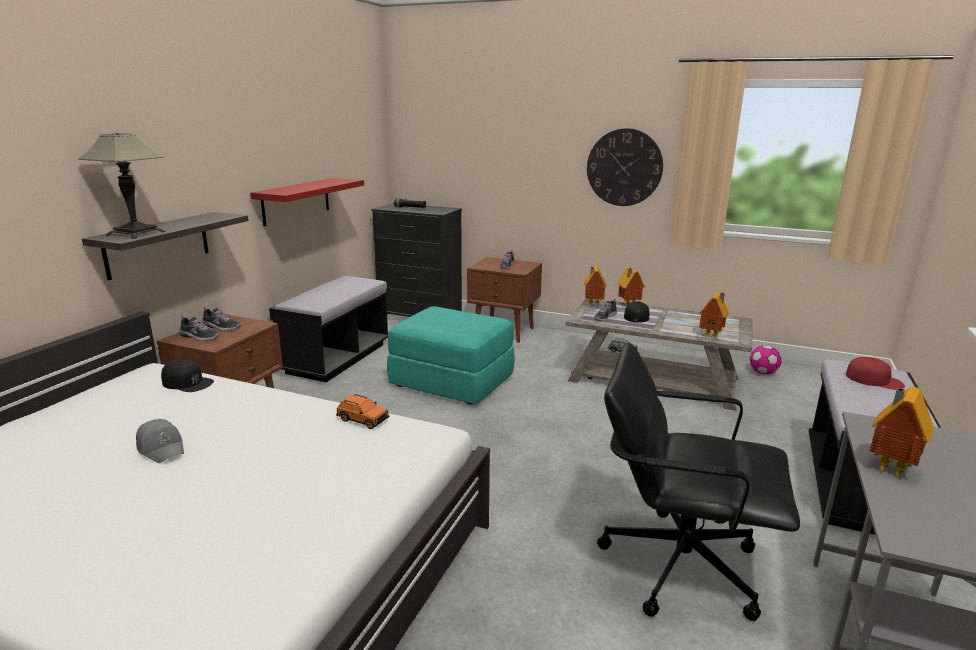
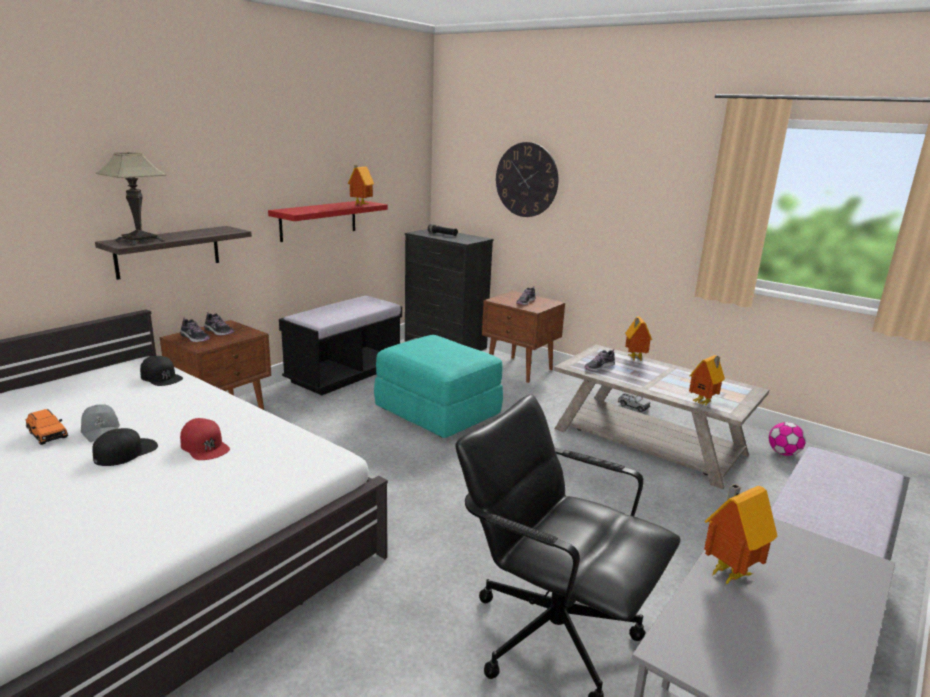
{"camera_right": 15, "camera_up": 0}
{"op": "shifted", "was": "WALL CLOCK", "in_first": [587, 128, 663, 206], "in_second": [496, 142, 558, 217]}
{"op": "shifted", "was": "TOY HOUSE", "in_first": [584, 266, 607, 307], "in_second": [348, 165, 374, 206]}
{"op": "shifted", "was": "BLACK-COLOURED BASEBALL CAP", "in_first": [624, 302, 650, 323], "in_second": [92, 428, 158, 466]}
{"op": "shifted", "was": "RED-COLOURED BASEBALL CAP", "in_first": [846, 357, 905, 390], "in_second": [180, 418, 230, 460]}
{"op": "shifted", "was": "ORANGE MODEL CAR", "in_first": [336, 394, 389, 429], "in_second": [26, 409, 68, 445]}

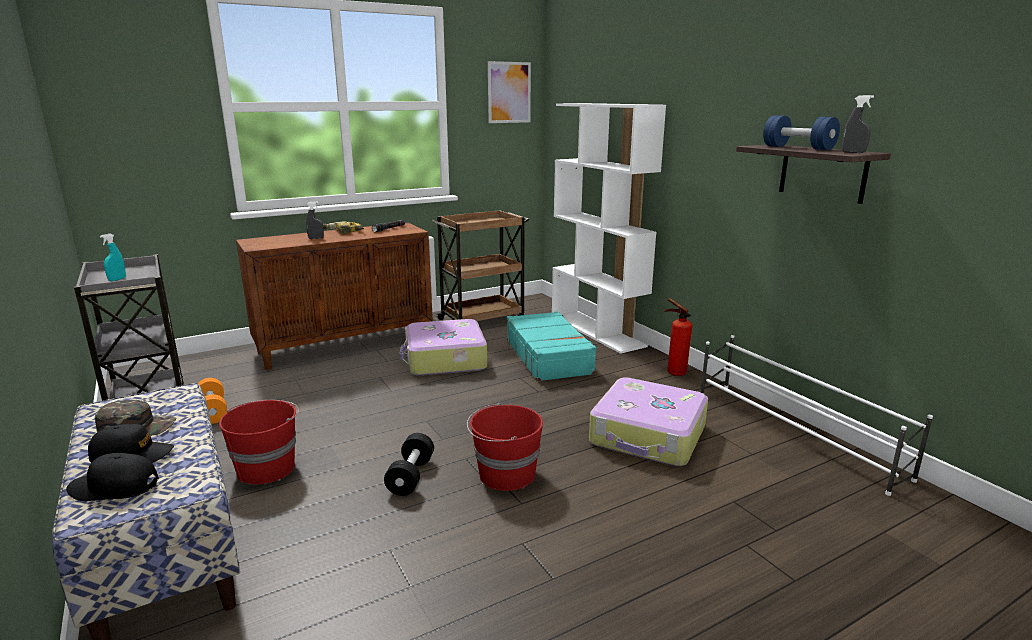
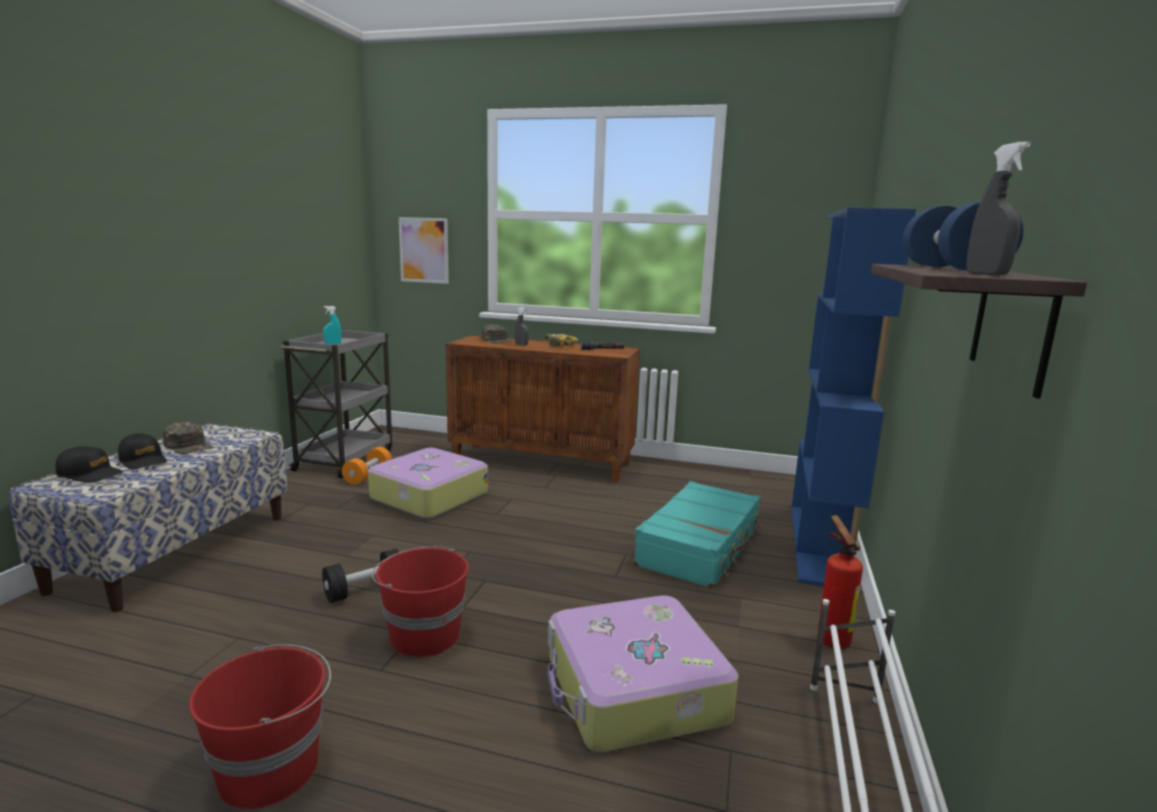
{"camera_right": 45, "camera_up": -5}
{"op": "shifted", "was": "WALL ART", "in_first": [488, 61, 531, 123], "in_second": [399, 217, 449, 284]}
{"op": "repainted", "was": "WHITISH BOOKSHELF", "now": "BLUE-COLOURED BOOKSHELF", "in_first": [552, 103, 666, 354], "in_second": [792, 208, 916, 586]}
{"op": "gone", "was": "BROWN TROLLEY", "in_first": [432, 210, 529, 321]}
{"op": "shifted", "was": "SUITCASE", "in_first": [399, 319, 487, 376], "in_second": [368, 448, 488, 519]}
{"op": "shifted", "was": "RED-COLOURED BUCKET", "in_first": [219, 400, 299, 484], "in_second": [189, 644, 331, 809]}
{"op": "rotated", "was": "BLACK-COLOURED BASEBALL CAP", "in_first": [66, 453, 159, 501], "in_second": [55, 446, 124, 483], "clockwise": 150}
{"op": "new", "now": "GREENISH BASEBALL CAP", "in_second": [481, 324, 512, 344]}

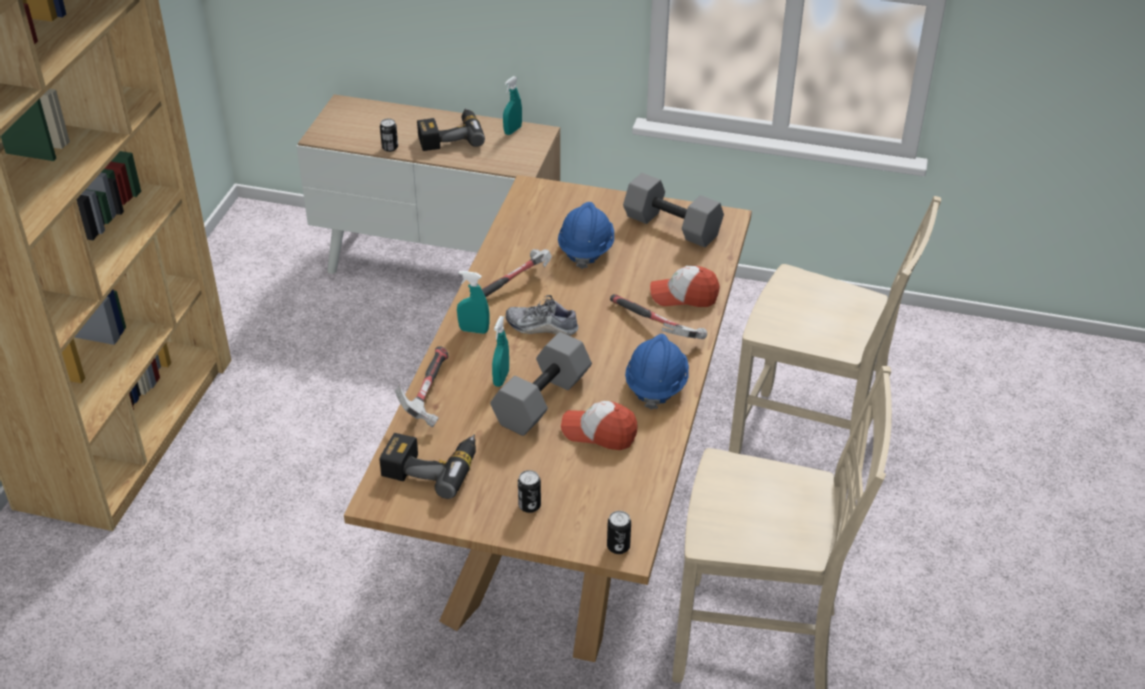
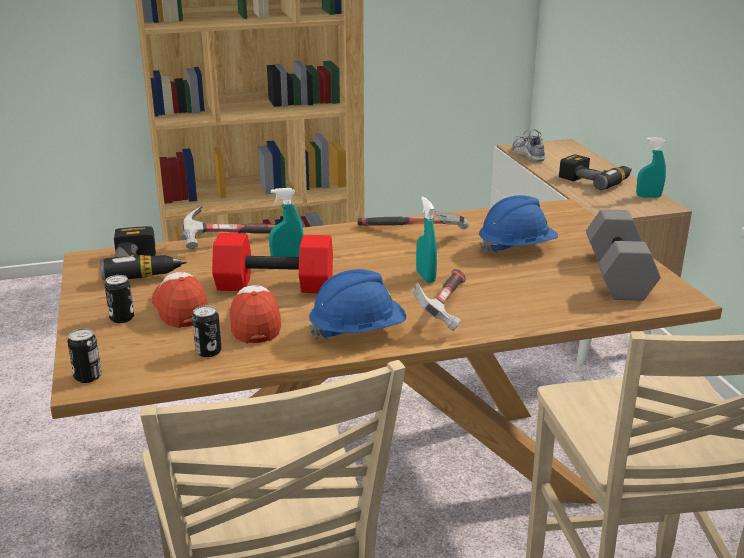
{"camera_right": 60, "camera_up": -15}
{"op": "shifted", "was": "METAL CAN", "in_first": [380, 119, 398, 152], "in_second": [192, 305, 222, 357]}
{"op": "shifted", "was": "BASEBALL CAP", "in_first": [650, 265, 719, 307], "in_second": [152, 272, 208, 328]}
{"op": "shifted", "was": "TURQUOISE SPRAY BOTTLE", "in_first": [457, 271, 490, 334], "in_second": [416, 197, 437, 283]}
{"op": "shifted", "was": "LOW SHOE", "in_first": [506, 295, 578, 336], "in_second": [513, 129, 545, 162]}
{"op": "repainted", "was": "GRAY DUMBBELL", "now": "RED-COLOURED DUMBBELL", "in_first": [490, 332, 592, 436], "in_second": [212, 233, 333, 293]}

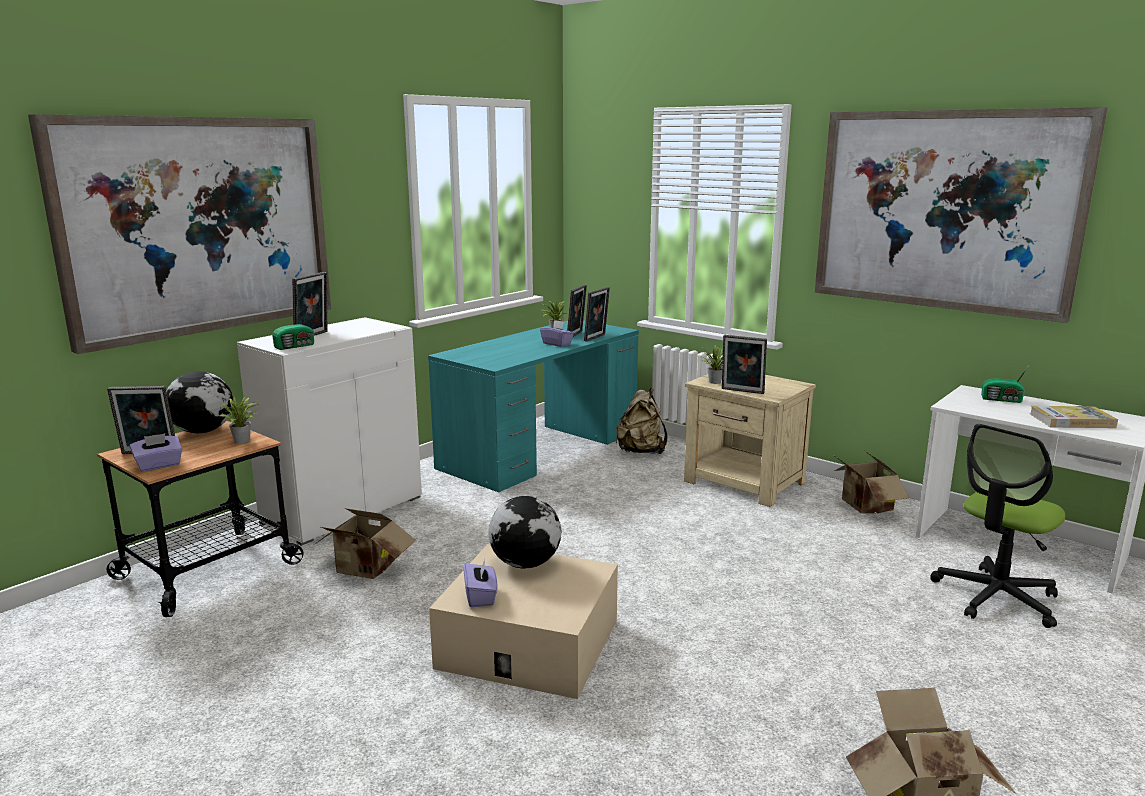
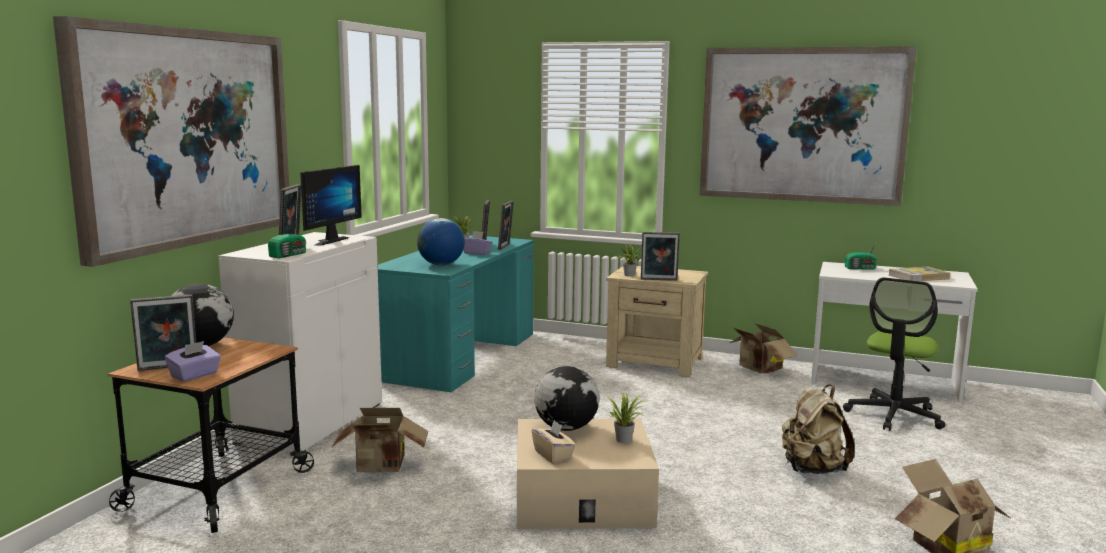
{"camera_right": -20, "camera_up": -5}
{"op": "shifted", "was": "BEIGE-COLOURED RUCKSACK", "in_first": [616, 388, 668, 454], "in_second": [782, 385, 855, 474]}
{"op": "shifted", "was": "HOUSEPLANT", "in_first": [220, 396, 259, 444], "in_second": [607, 394, 644, 443]}
{"op": "repainted", "was": "PURPLE-COLOURED TISSUE BOX", "now": "BEIGE-COLOURED TISSUE BOX", "in_first": [463, 559, 498, 607], "in_second": [532, 420, 576, 463]}
{"op": "new", "now": "MONITOR", "in_second": [300, 165, 362, 246]}
{"op": "new", "now": "GLOBE", "in_second": [417, 218, 465, 265]}

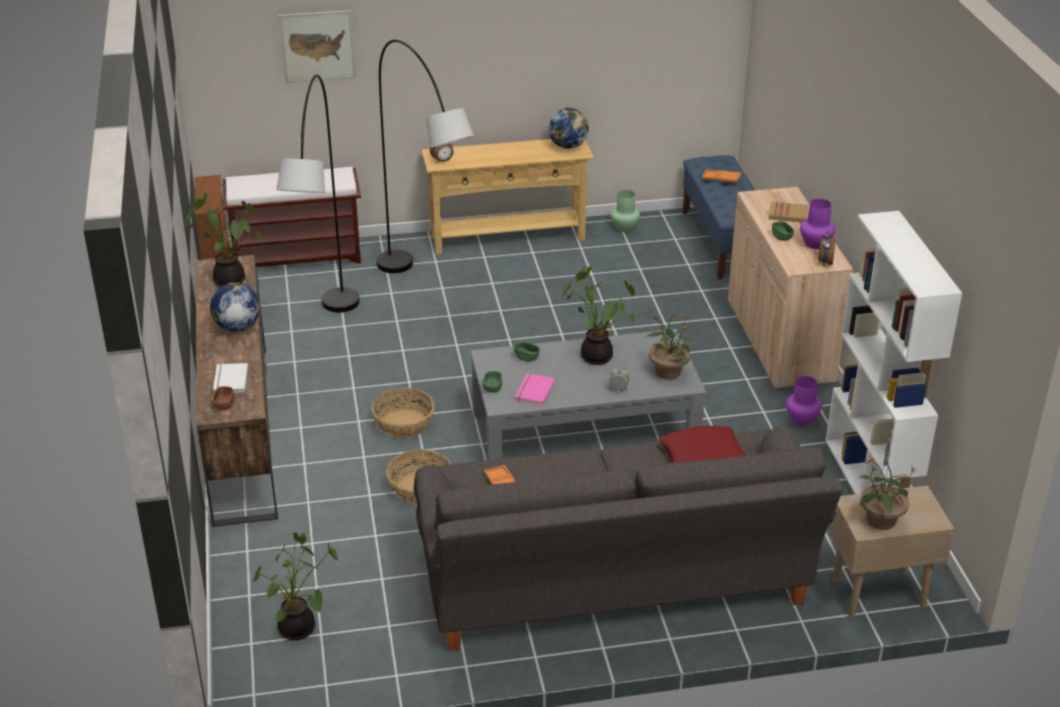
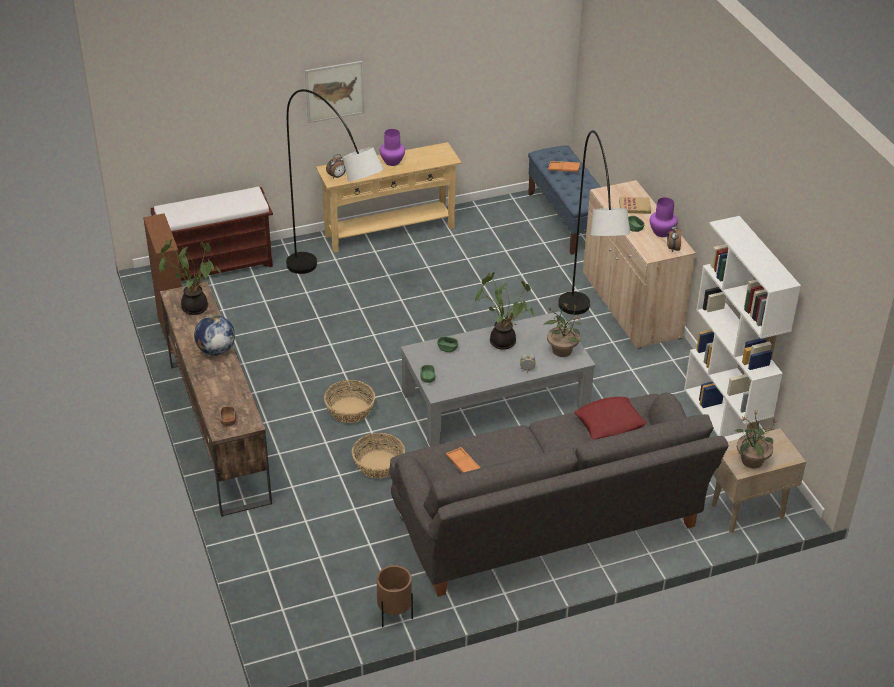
{"camera_right": -10, "camera_up": 5}
{"op": "shifted", "was": "WALL ART", "in_first": [278, 10, 356, 83], "in_second": [305, 61, 365, 123]}
{"op": "shifted", "was": "GRAY FLOOR LAMP", "in_first": [276, 74, 360, 313], "in_second": [558, 130, 630, 315]}
{"op": "gone", "was": "GLOBE", "in_first": [548, 108, 589, 149]}
{"op": "gone", "was": "GREENISH VASE", "in_first": [611, 190, 640, 232]}
{"op": "gone", "was": "WHITISH BOOK", "in_first": [213, 363, 248, 394]}
{"op": "gone", "was": "PINKISH BOOK", "in_first": [515, 373, 555, 405]}
{"op": "shifted", "was": "PURPLE-COLOURED VASE", "in_first": [786, 376, 822, 426], "in_second": [380, 129, 405, 166]}
{"op": "gone", "was": "HOUSEPLANT", "in_first": [253, 533, 338, 640]}
{"op": "new", "now": "BROWN PLANTER", "in_second": [376, 565, 413, 627]}

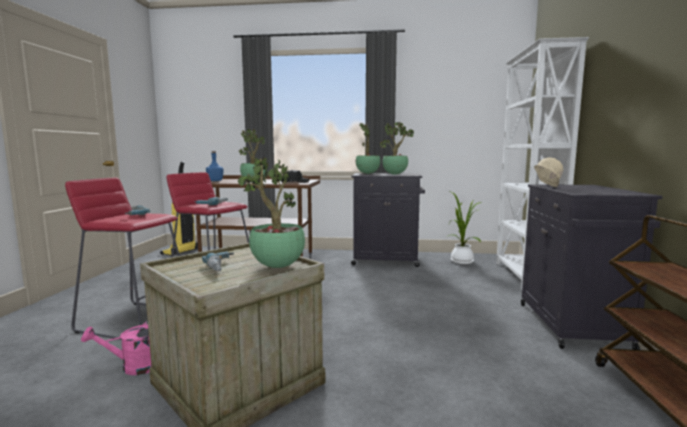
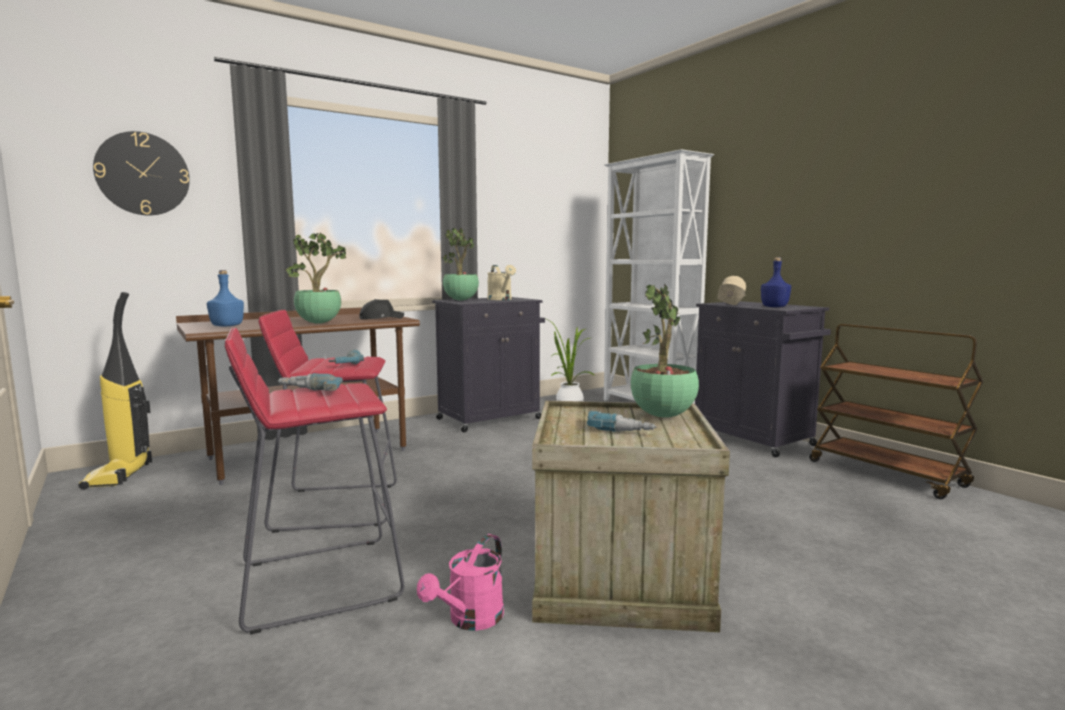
{"camera_right": -40, "camera_up": 0}
{"op": "swapped", "was": "HOUSEPLANT", "now": "BEIGE-COLOURED WATERING POT", "in_first": [379, 122, 414, 175], "in_second": [487, 265, 516, 300]}
{"op": "new", "now": "WALL CLOCK", "in_second": [93, 131, 190, 215]}
{"op": "new", "now": "BLUE-COLOURED BEVERAGE BOTTLE", "in_second": [761, 257, 791, 307]}

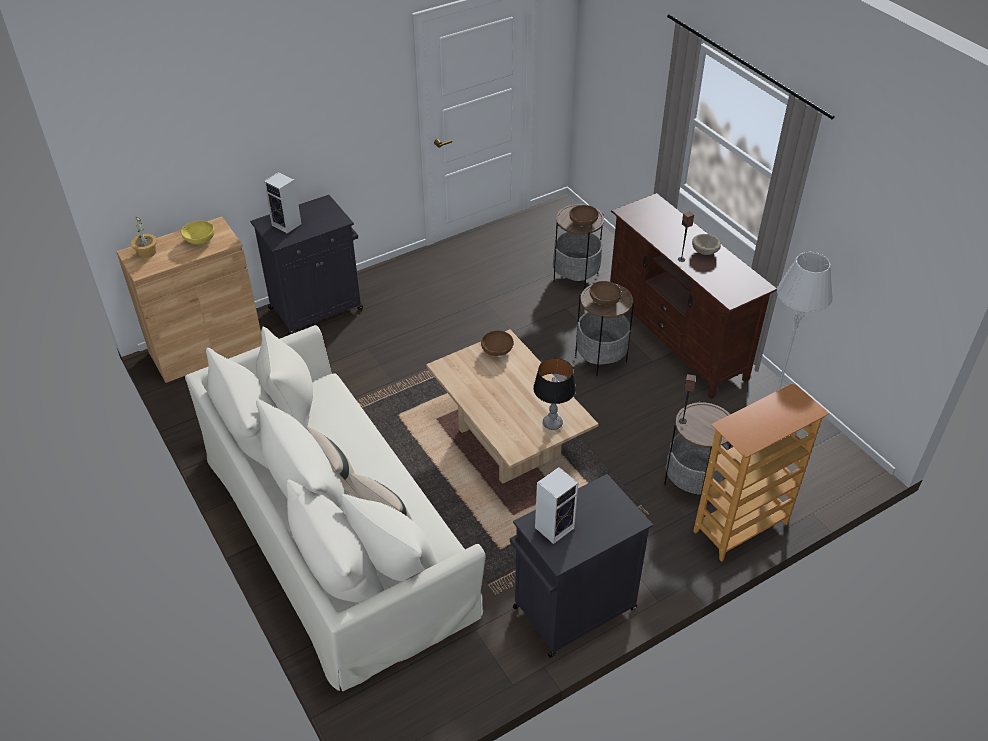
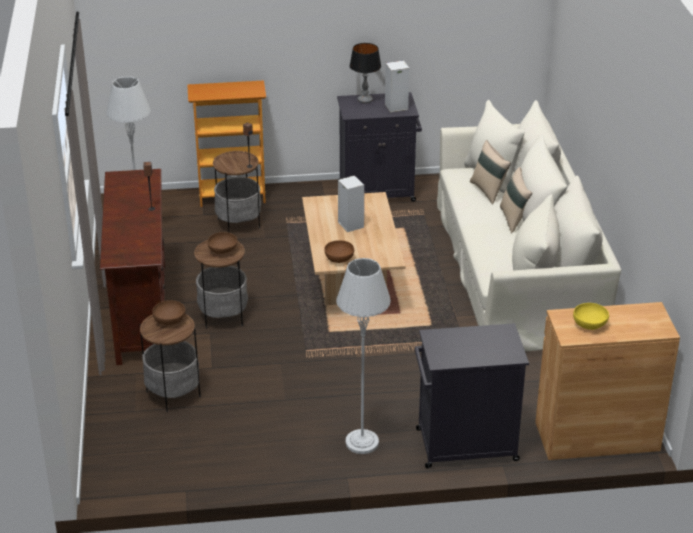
{"camera_right": -155, "camera_up": -10}
{"op": "shifted", "was": "SPEAKER", "in_first": [264, 172, 301, 234], "in_second": [338, 175, 364, 232]}
{"op": "gone", "was": "HOUSEPLANT", "in_first": [131, 217, 157, 258]}
{"op": "gone", "was": "BEIGE-COLOURED SERVING BOWL", "in_first": [692, 234, 721, 255]}
{"op": "shifted", "was": "LAMP FOR A TABLE", "in_first": [533, 358, 576, 430], "in_second": [350, 43, 381, 103]}
{"op": "new", "now": "GRAY FLOOR LAMP", "in_second": [336, 258, 391, 454]}

